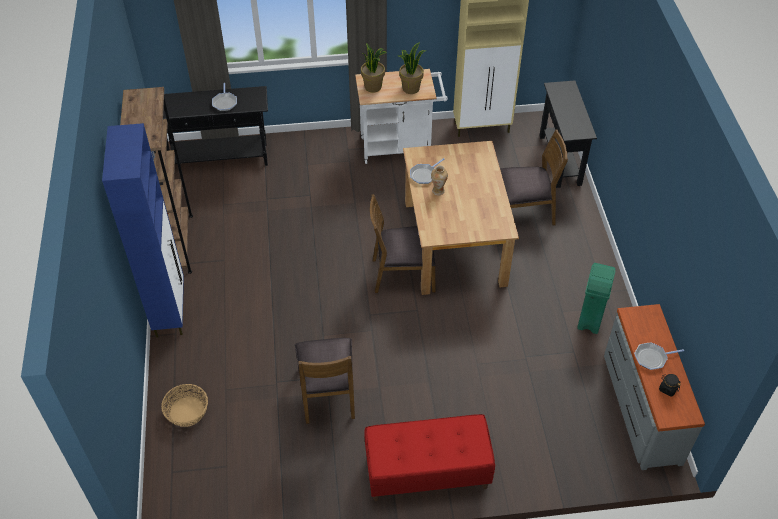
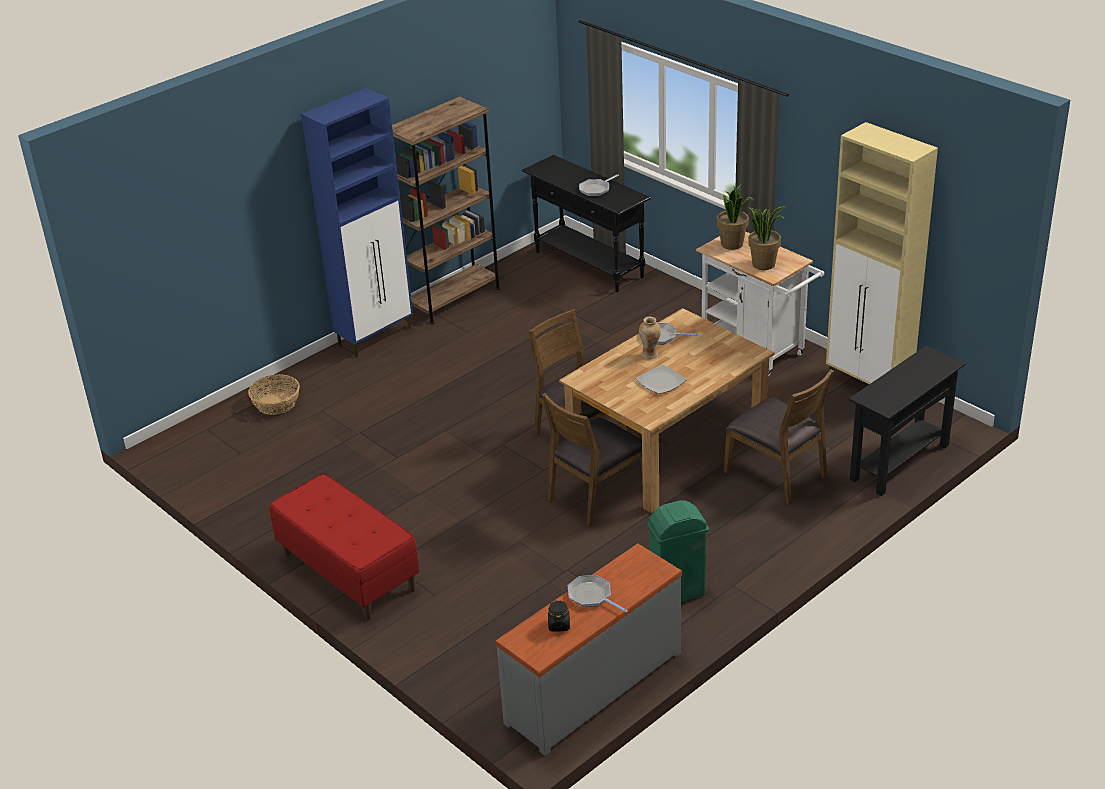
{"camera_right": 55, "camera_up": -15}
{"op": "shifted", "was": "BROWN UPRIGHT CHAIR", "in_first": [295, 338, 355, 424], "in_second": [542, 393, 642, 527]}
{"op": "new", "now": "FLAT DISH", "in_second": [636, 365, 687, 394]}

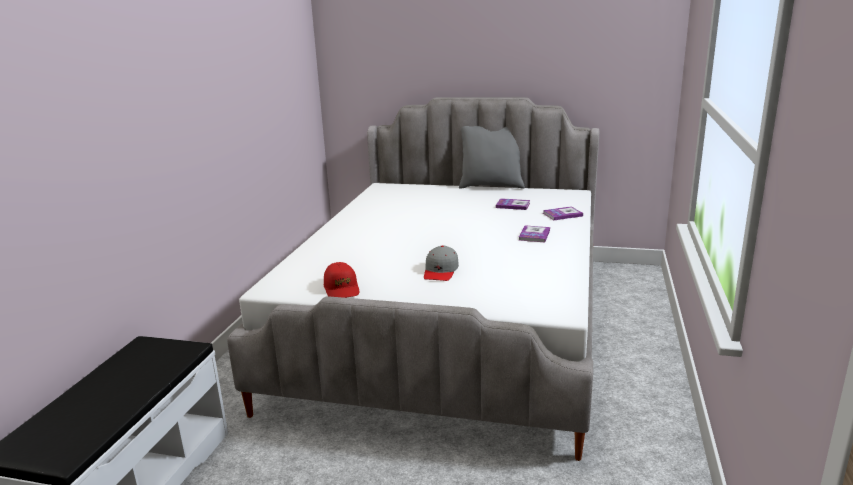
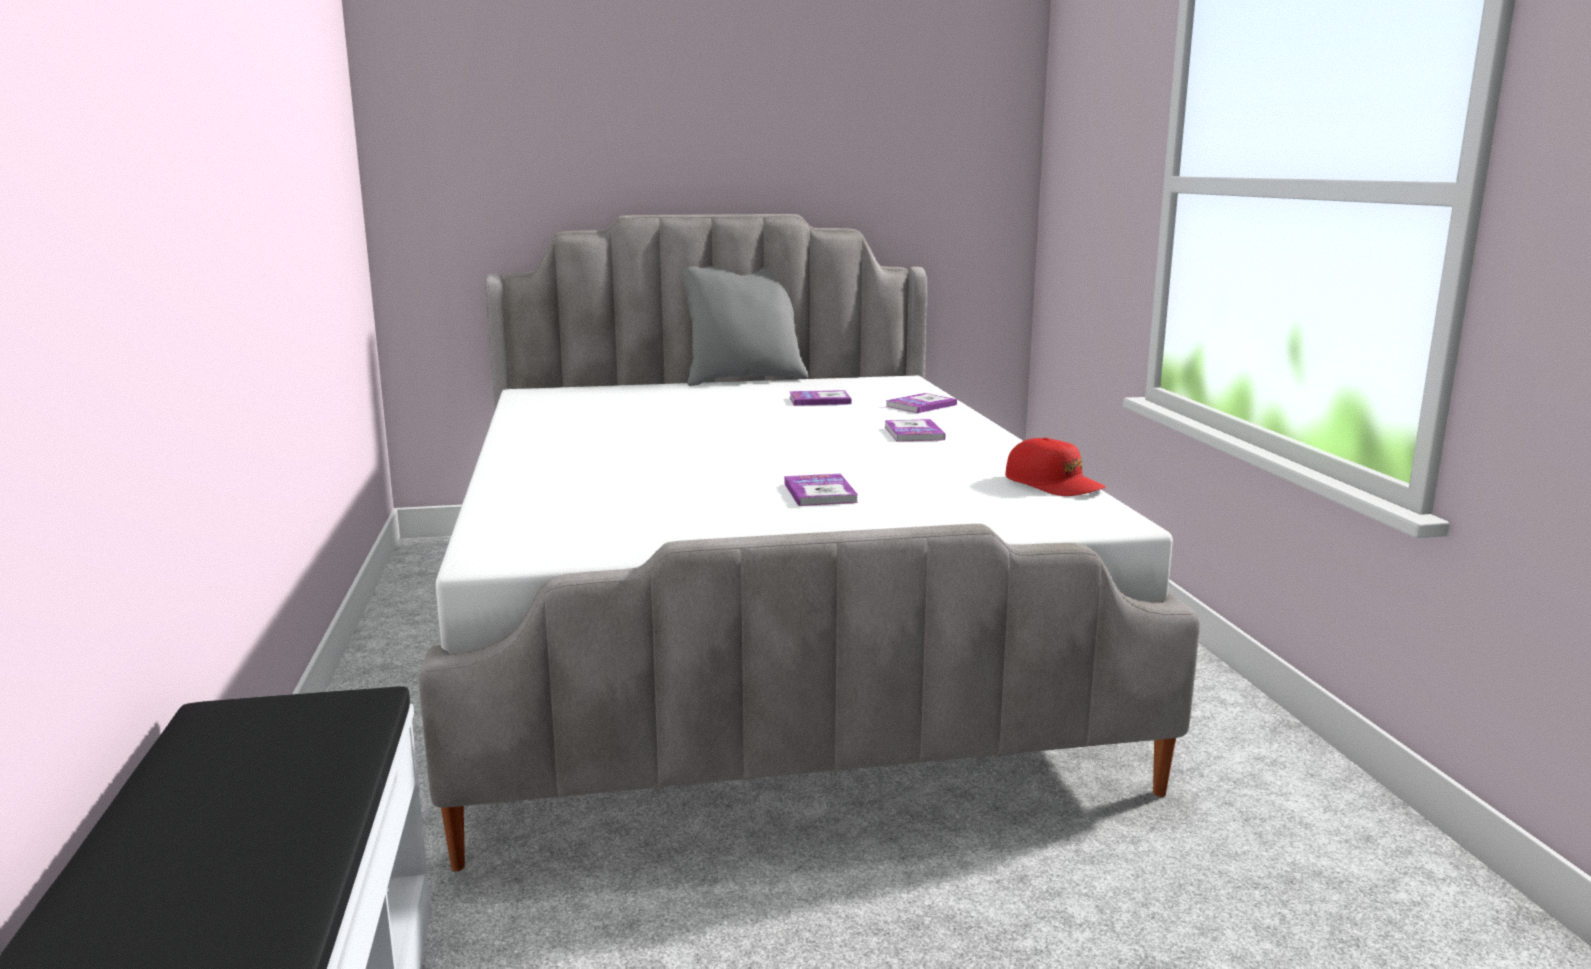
{"camera_right": -25, "camera_up": -5}
{"op": "swapped", "was": "GRAY BASEBALL CAP", "now": "BOOK", "in_first": [424, 246, 459, 281], "in_second": [784, 474, 858, 506]}
{"op": "shifted", "was": "RED-COLOURED BASEBALL CAP", "in_first": [324, 262, 359, 298], "in_second": [1005, 437, 1106, 496]}

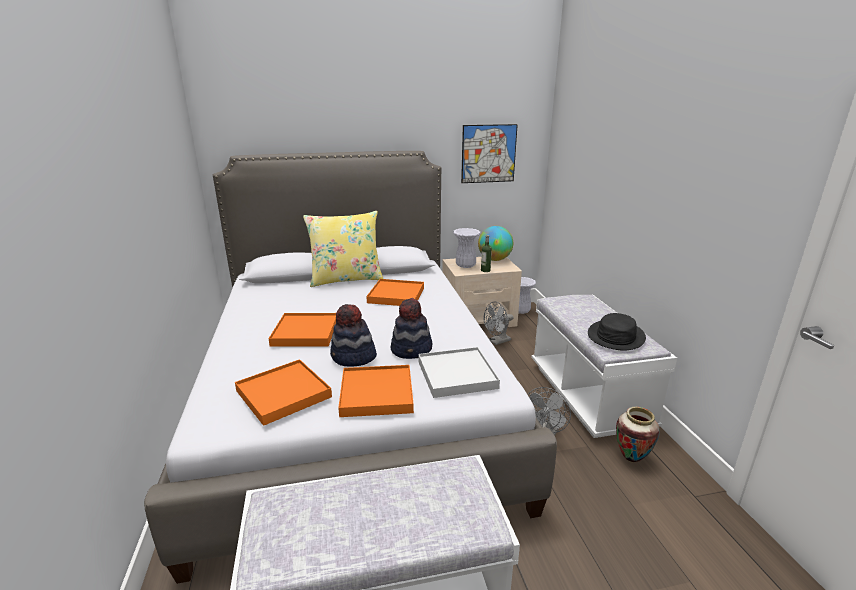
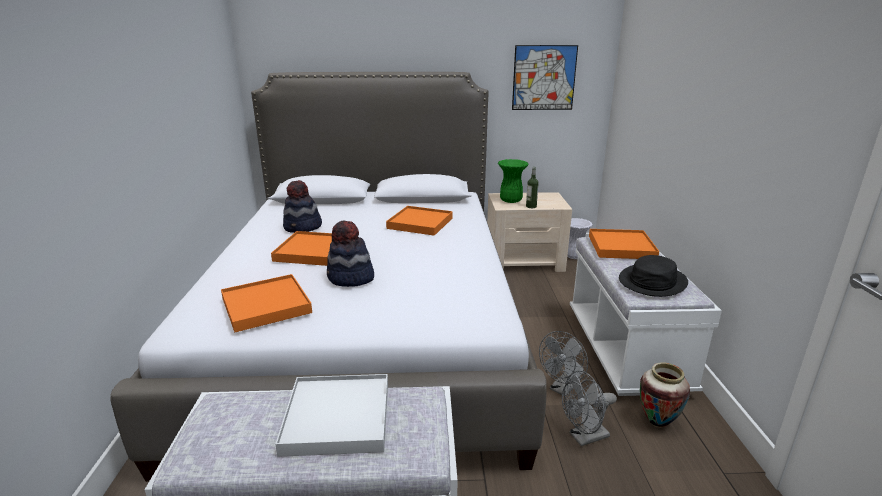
{"camera_right": 10, "camera_up": 0}
{"op": "gone", "was": "YELLOWISH CUSHION", "in_first": [303, 211, 383, 287]}
{"op": "gone", "was": "GLOBE", "in_first": [478, 226, 513, 261]}
{"op": "repainted", "was": "WHITISH VASE", "now": "GREENISH VASE", "in_first": [453, 228, 481, 268], "in_second": [498, 159, 529, 203]}
{"op": "shifted", "was": "HAT", "in_first": [391, 298, 432, 359], "in_second": [283, 180, 322, 233]}
{"op": "shifted", "was": "GRAY ELECTRIC FAN", "in_first": [483, 302, 514, 345], "in_second": [562, 370, 617, 446]}
{"op": "shifted", "was": "WHITISH CARRYING TRAY", "in_first": [418, 347, 500, 398], "in_second": [275, 374, 388, 457]}
{"op": "shifted", "was": "ORANGE CARRYING TRAY", "in_first": [338, 365, 414, 417], "in_second": [589, 229, 659, 259]}

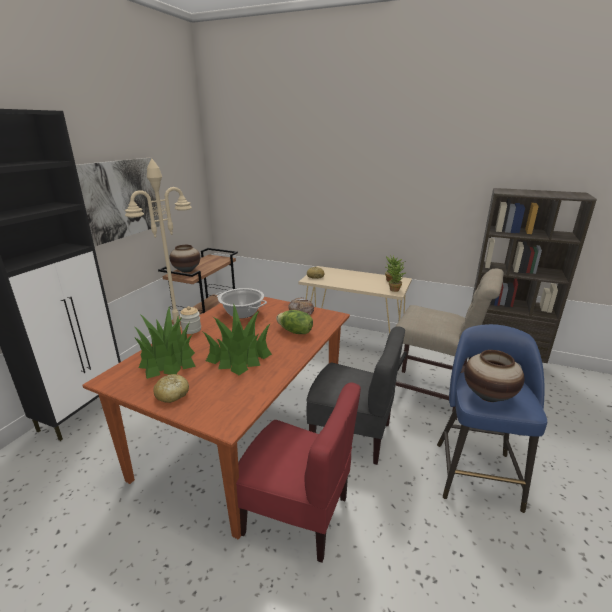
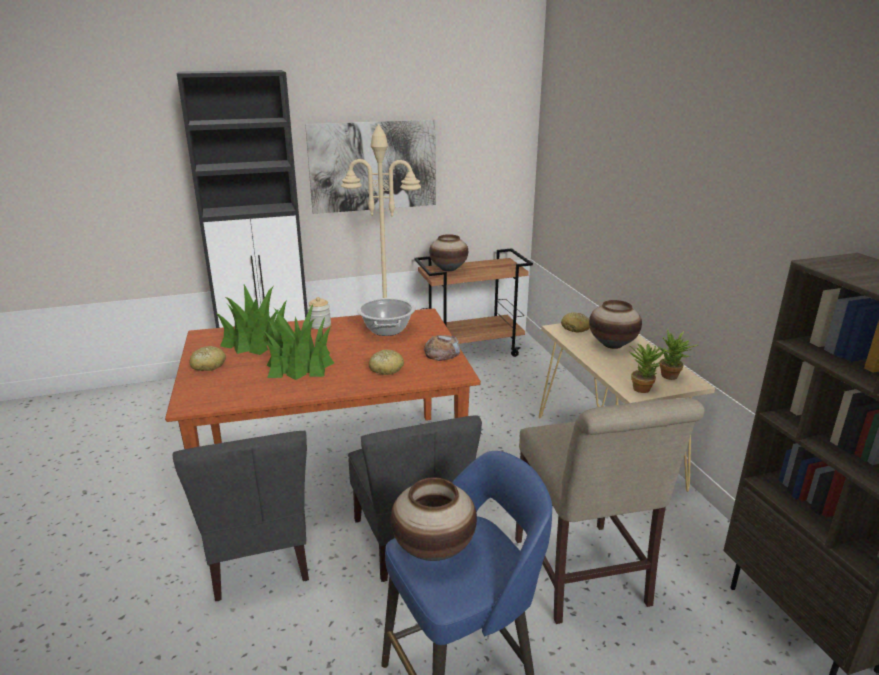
{"camera_right": 50, "camera_up": 0}
{"op": "swapped", "was": "LETTUCE", "now": "BAKED BREAD", "in_first": [276, 310, 313, 334], "in_second": [369, 349, 404, 375]}
{"op": "repainted", "was": "RED-COLOURED UPRIGHT CHAIR", "now": "GRAY UPRIGHT CHAIR", "in_first": [236, 382, 361, 563], "in_second": [173, 431, 309, 601]}
{"op": "new", "now": "VASE", "in_second": [589, 300, 642, 349]}

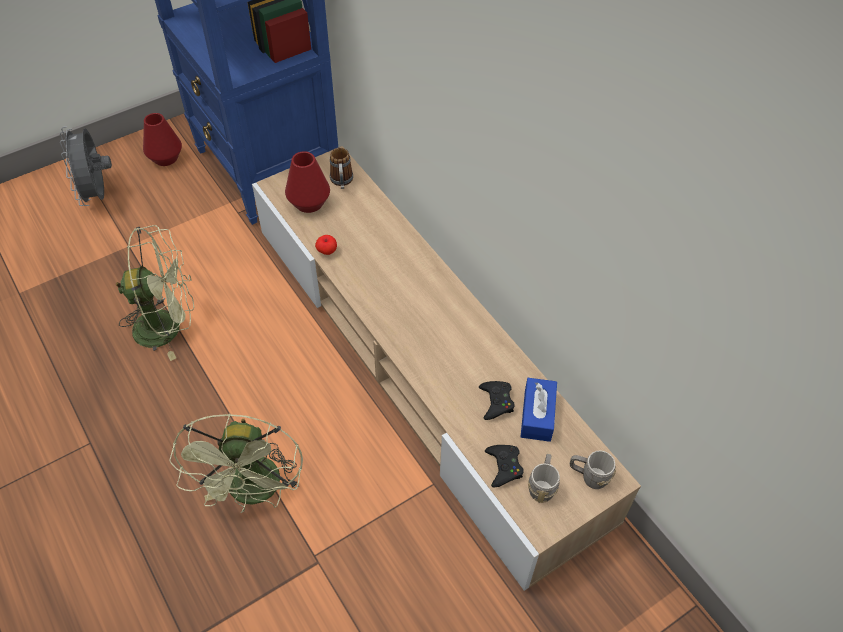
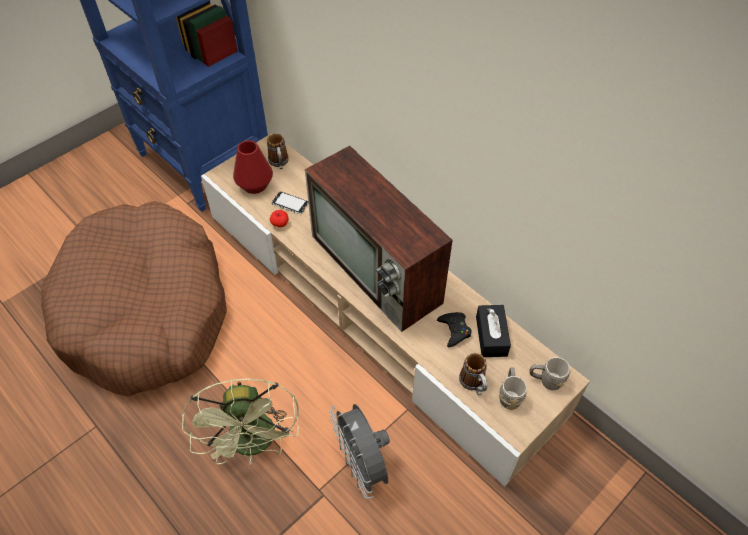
{"camera_right": -10, "camera_up": 0}
{"op": "gone", "was": "RED-COLOURED VASE", "in_first": [143, 113, 182, 166]}
{"op": "shifted", "was": "GRAY ELECTRIC FAN", "in_first": [60, 126, 112, 206], "in_second": [330, 404, 390, 499]}
{"op": "swapped", "was": "GREENISH ELECTRIC FAN", "now": "BROWN DOG BED", "in_first": [116, 225, 194, 361], "in_second": [41, 201, 227, 397]}
{"op": "repainted", "was": "BLUE-COLOURED TISSUE BOX", "now": "BLACK-COLOURED TISSUE BOX", "in_first": [521, 378, 557, 442], "in_second": [476, 305, 511, 357]}
{"op": "swapped", "was": "BLACK-COLOURED JOYPAD", "now": "TEA MUG", "in_first": [485, 445, 524, 488], "in_second": [459, 353, 487, 395]}
{"op": "new", "now": "TELEVISION", "in_second": [305, 146, 452, 332]}
{"op": "new", "now": "HANDSET", "in_second": [272, 192, 309, 214]}

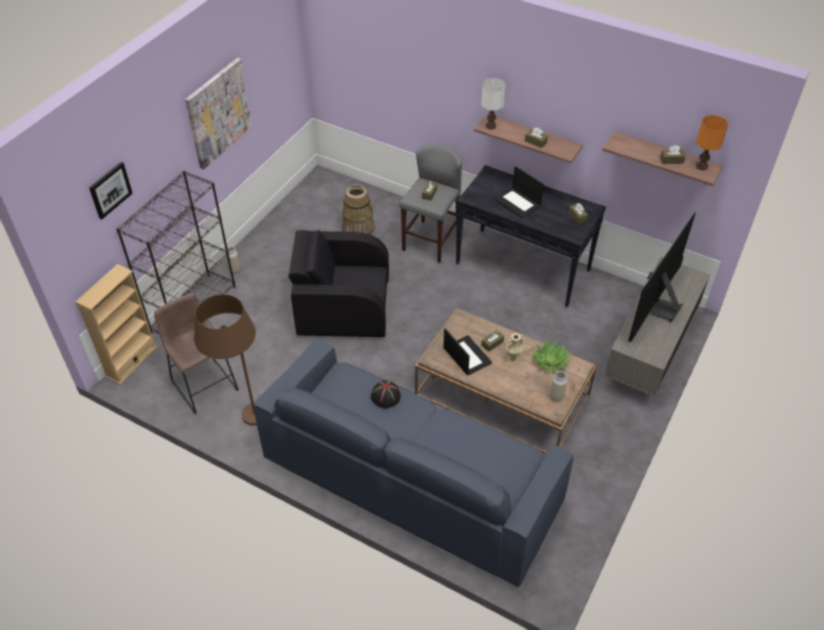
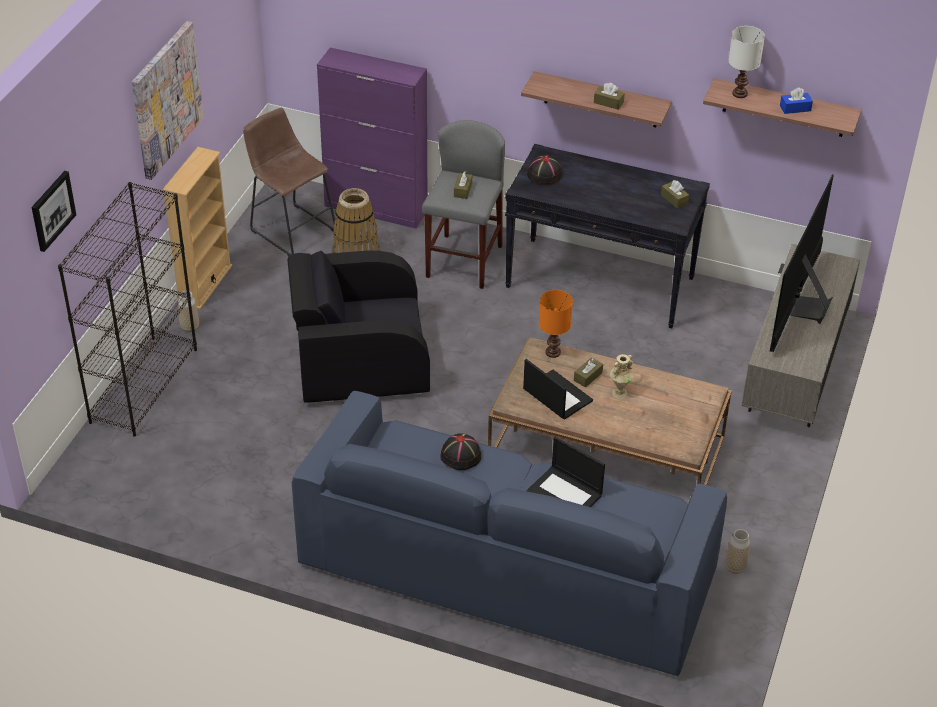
{"camera_right": -10, "camera_up": -5}
{"op": "shifted", "was": "WHITISH LAMP FOR A TABLE", "in_first": [481, 78, 506, 129], "in_second": [728, 26, 765, 98]}
{"op": "shifted", "was": "ORANGE LAMP FOR A TABLE", "in_first": [696, 115, 728, 170], "in_second": [539, 290, 573, 358]}
{"op": "repainted", "was": "BROWN TISSUE BOX", "now": "BLUE-COLOURED TISSUE BOX", "in_first": [660, 145, 686, 164], "in_second": [780, 88, 813, 114]}
{"op": "shifted", "was": "LAPTOP", "in_first": [494, 166, 544, 218], "in_second": [527, 437, 605, 507]}
{"op": "shifted", "was": "BEIGE-COLOURED BOOKSHELF", "in_first": [75, 264, 157, 384], "in_second": [163, 147, 232, 309]}
{"op": "shifted", "was": "BROWN STOOL SEAT", "in_first": [154, 293, 239, 414], "in_second": [243, 108, 335, 256]}
{"op": "gone", "was": "BROWN FLOOR LAMP", "in_first": [194, 294, 257, 426]}
{"op": "gone", "was": "HOUSEPLANT", "in_first": [532, 339, 572, 372]}
{"op": "shifted", "was": "VASE", "in_first": [549, 371, 567, 402], "in_second": [725, 529, 750, 574]}
{"op": "new", "now": "PURPLE-COLOURED STORAGE CABINET", "in_second": [317, 48, 427, 229]}
{"op": "new", "now": "BLACK-COLOURED HAT", "in_second": [527, 155, 563, 185]}

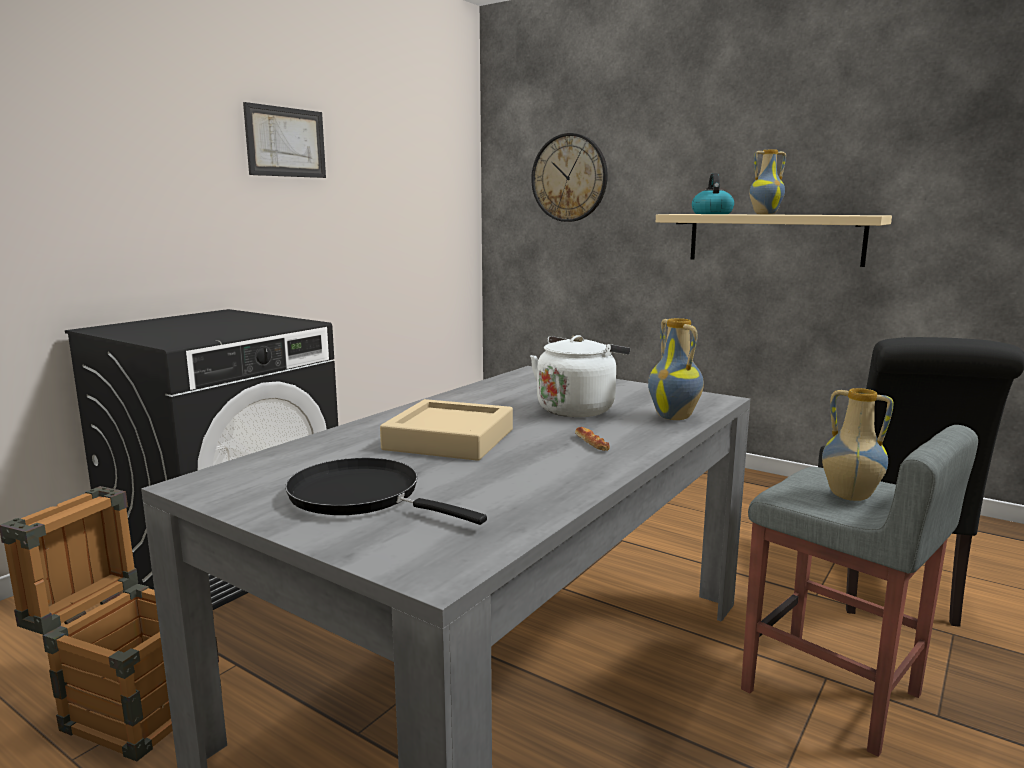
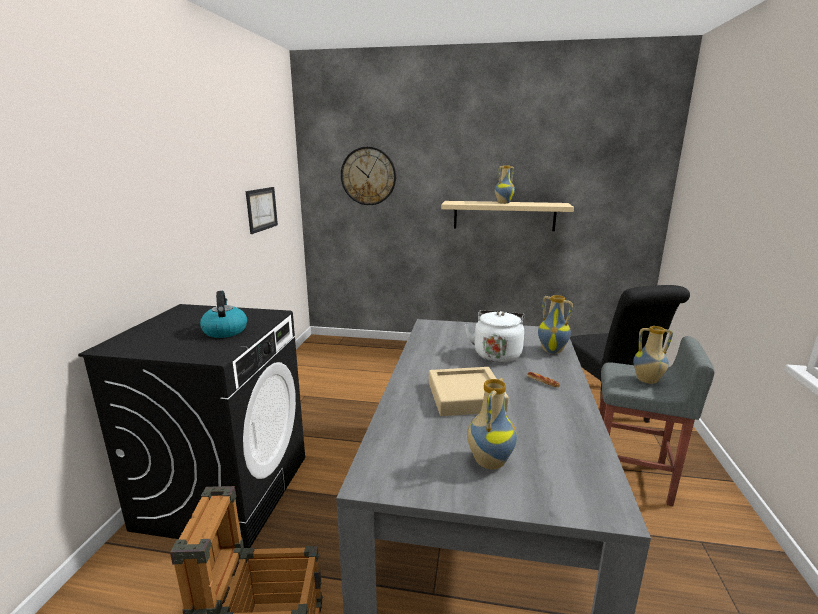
{"camera_right": -25, "camera_up": 5}
{"op": "shifted", "was": "WALL ART", "in_first": [243, 102, 326, 178], "in_second": [246, 187, 278, 234]}
{"op": "shifted", "was": "KETTLE", "in_first": [692, 173, 734, 214], "in_second": [200, 291, 247, 338]}
{"op": "swapped", "was": "BLACK-COLOURED SKILLET", "now": "VASE", "in_first": [285, 458, 487, 525], "in_second": [467, 378, 517, 469]}

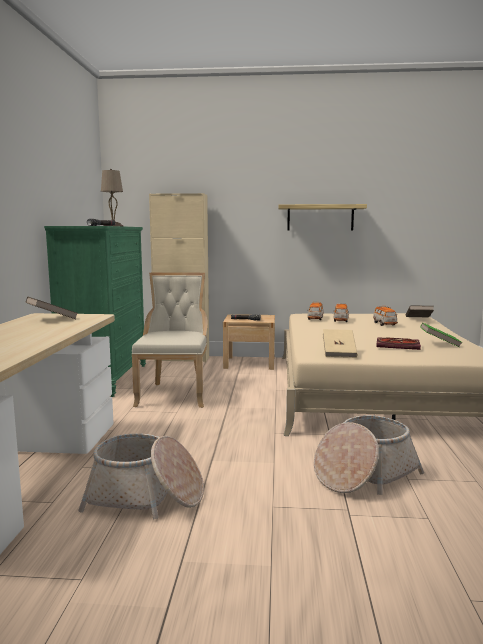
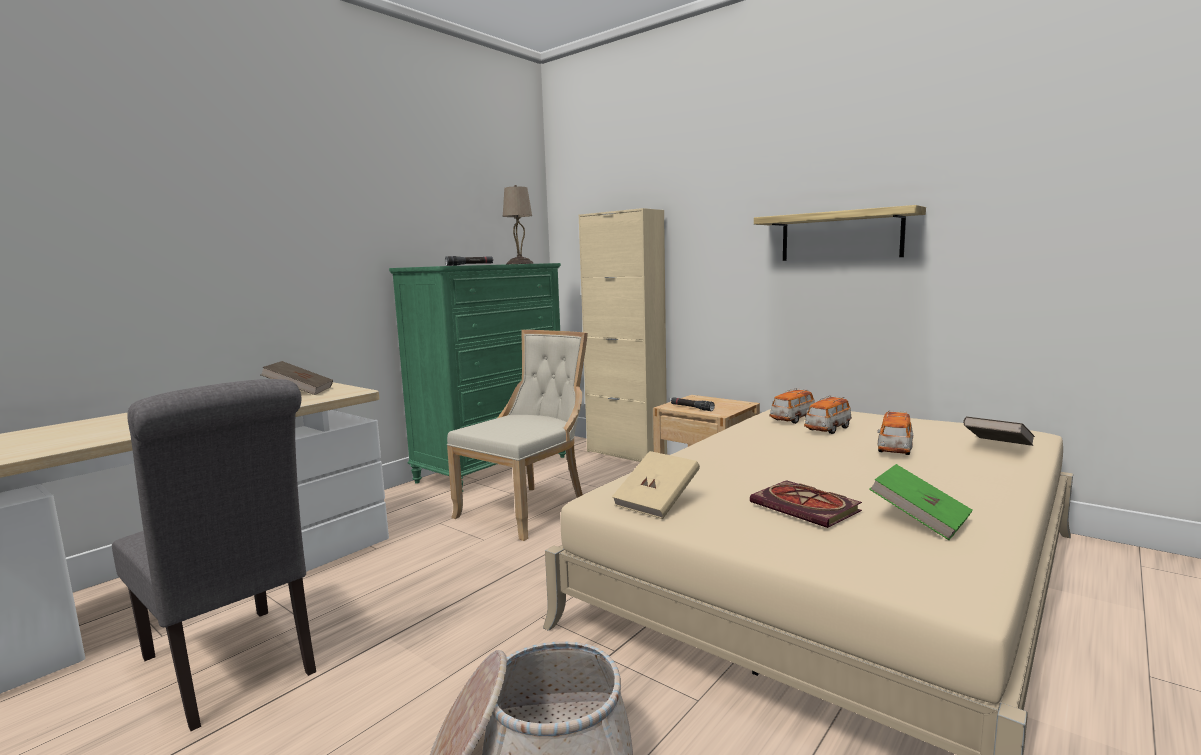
{"camera_right": 35, "camera_up": 0}
{"op": "swapped", "was": "STORAGE BASKET", "now": "GRAY UPRIGHT CHAIR", "in_first": [78, 433, 204, 519], "in_second": [112, 379, 316, 731]}

